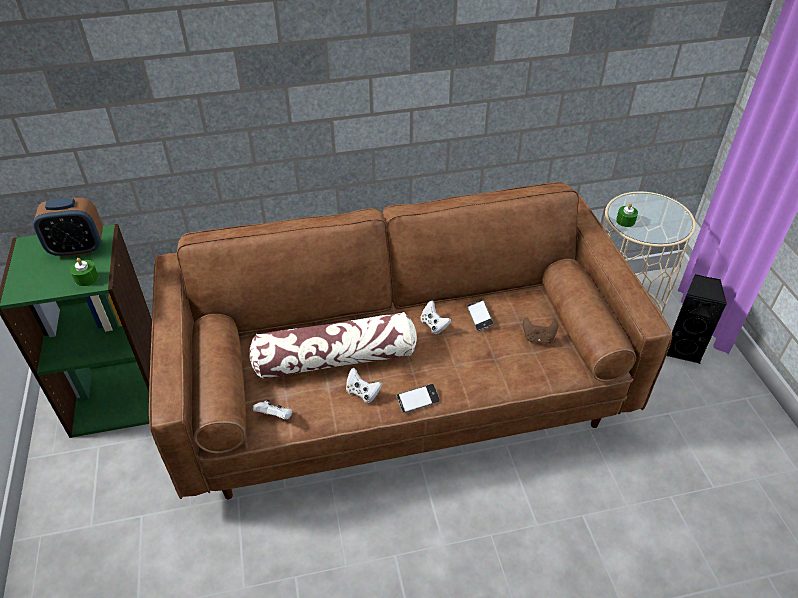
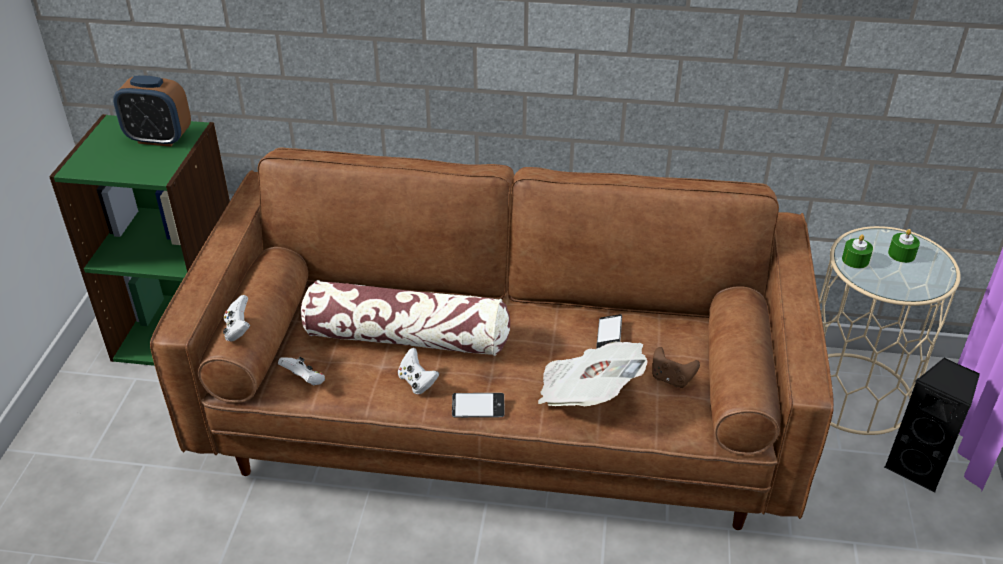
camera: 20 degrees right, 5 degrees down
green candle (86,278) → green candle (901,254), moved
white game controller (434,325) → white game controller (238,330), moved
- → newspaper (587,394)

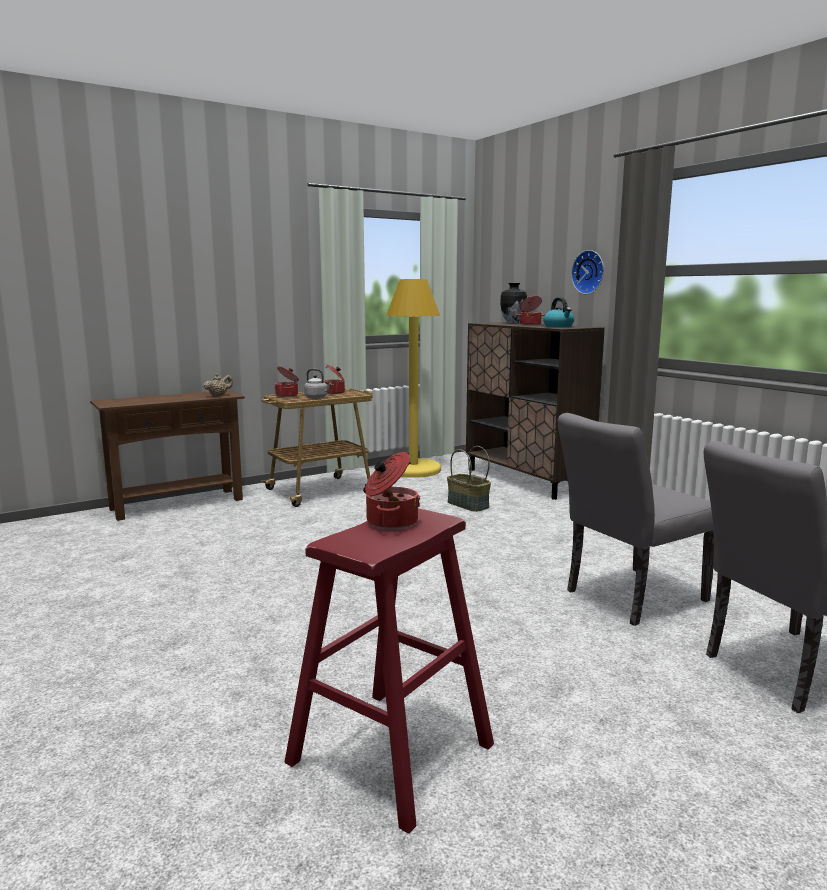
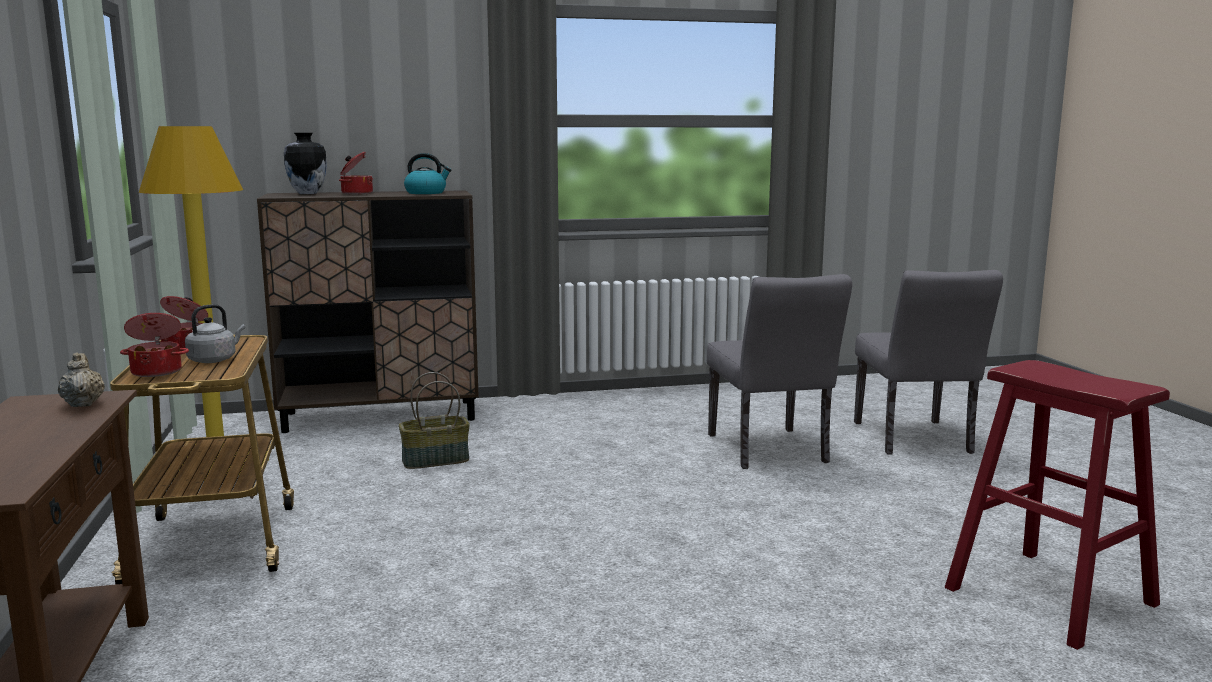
camera: 70 degrees left, 0 degrees up
wall clock (589,272) → -
cooking pot (390,521) → -

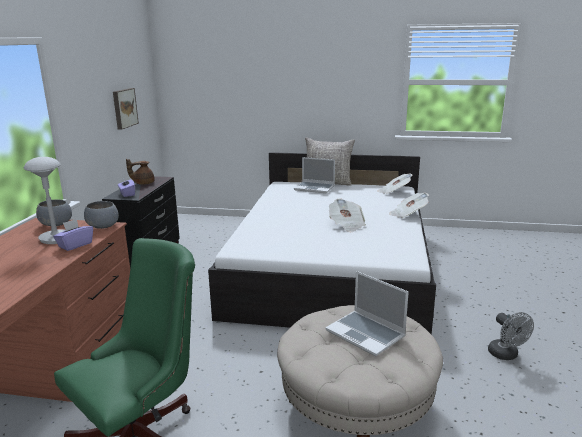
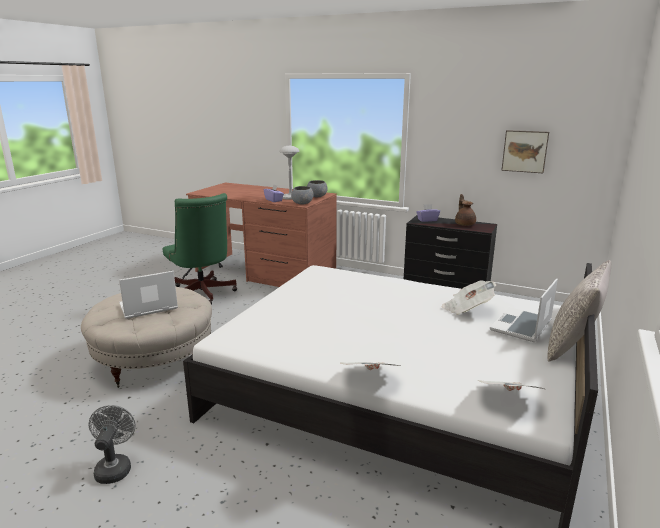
camera: 105 degrees right, 0 degrees up
newspaper (346,225) → newspaper (467,309), moved
grey fan (506,355) → grey fan (114,467), 90 degrees clockwise

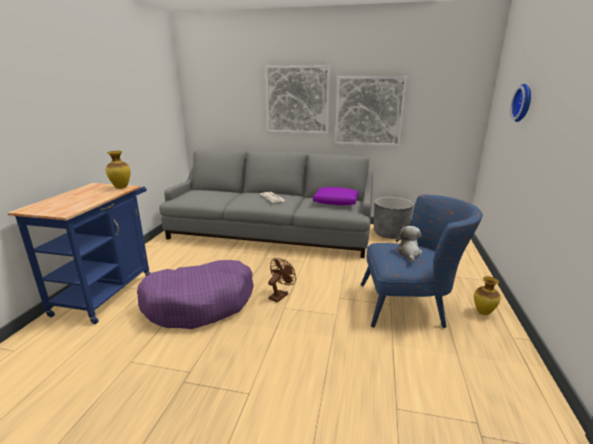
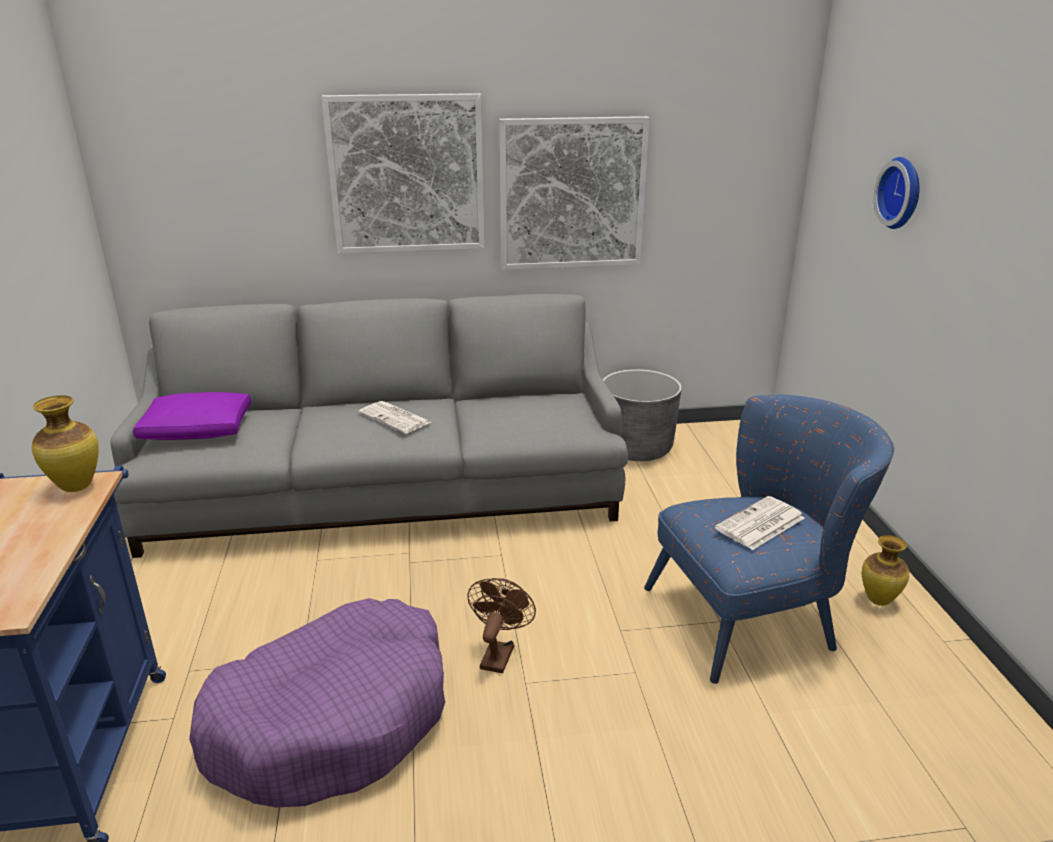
camera: 20 degrees left, 5 degrees up
purple pillow (336,202) → purple pillow (198,430), moved
plush toy (409,253) → newspaper (760,524)

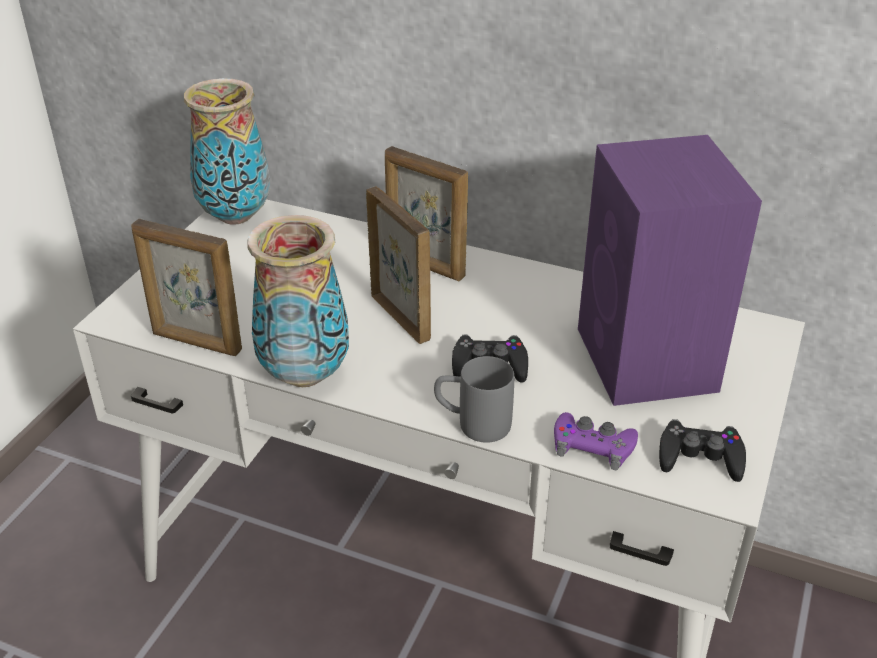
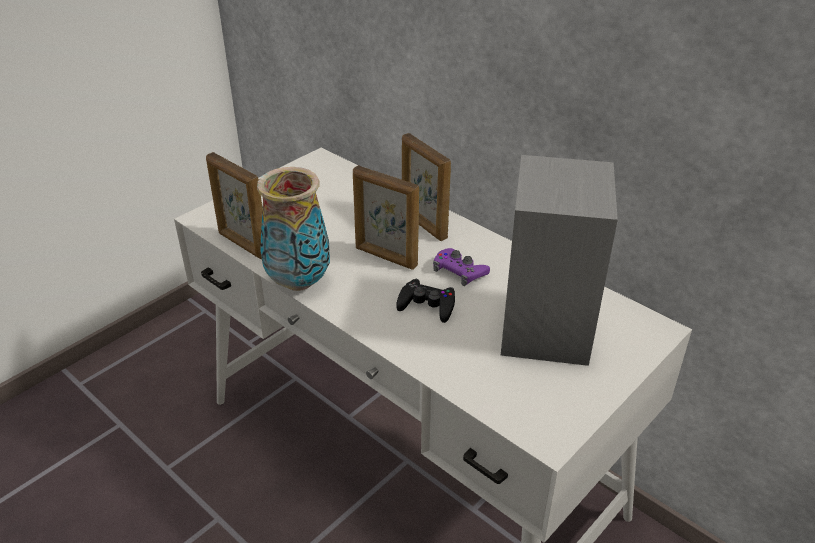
camera: 20 degrees right, 0 degrees up
vase (234,216) → -
purple speaker (647,362) → grey speaker (545,330)
picture frame (401,317) → picture frame (385,257), 135 degrees clockwise
grey mug (472,424) → -
purple game controller (593,446) → purple game controller (459,271), moved
black game controller (700,457) → -

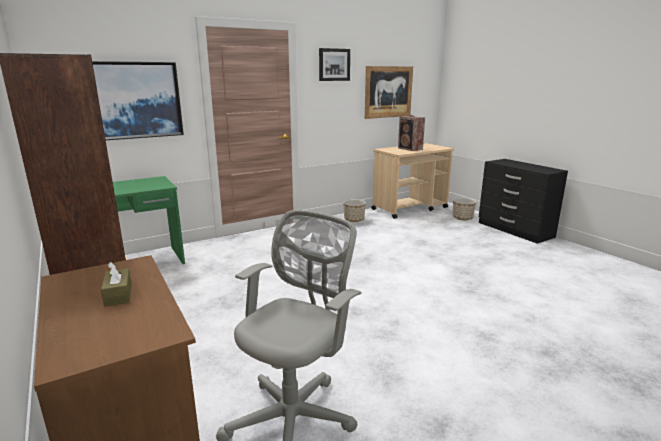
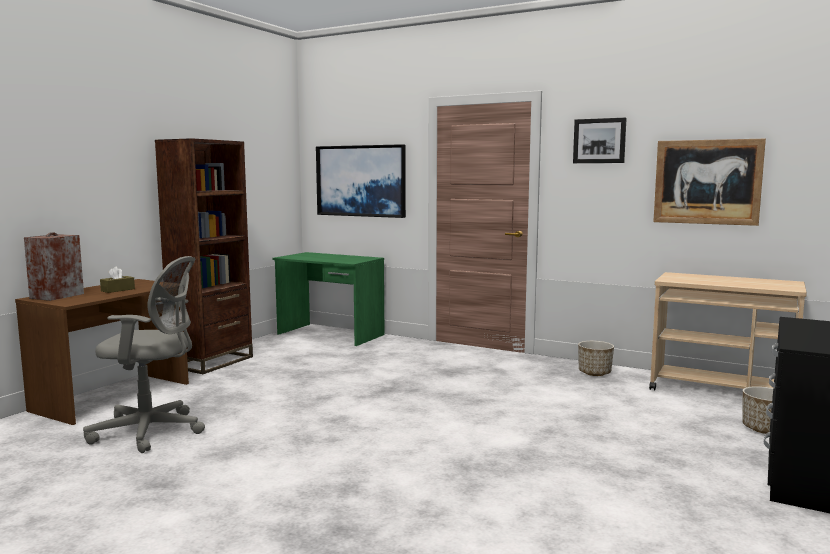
camera: 60 degrees right, 10 degrees down
speaker (410,149) → speaker (55,296), moved

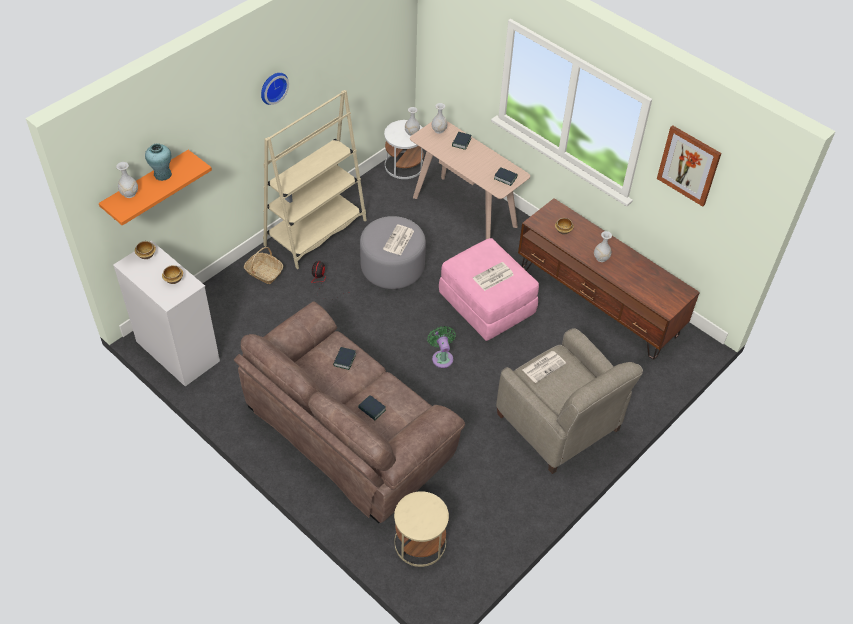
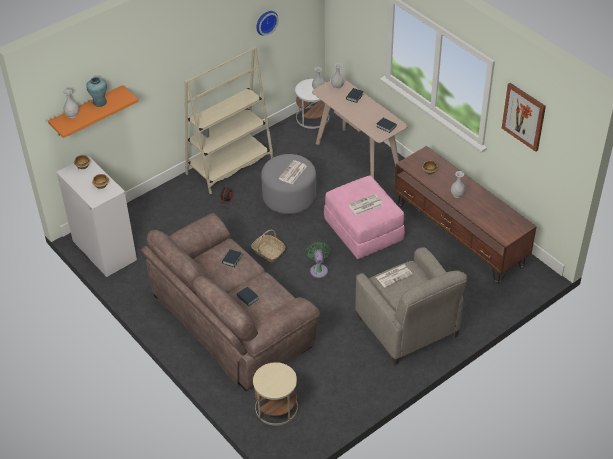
camera: 10 degrees right, 5 degrees down
wall clock (272,87) → wall clock (265,22), moved
basket (264,272) → basket (268,252), moved

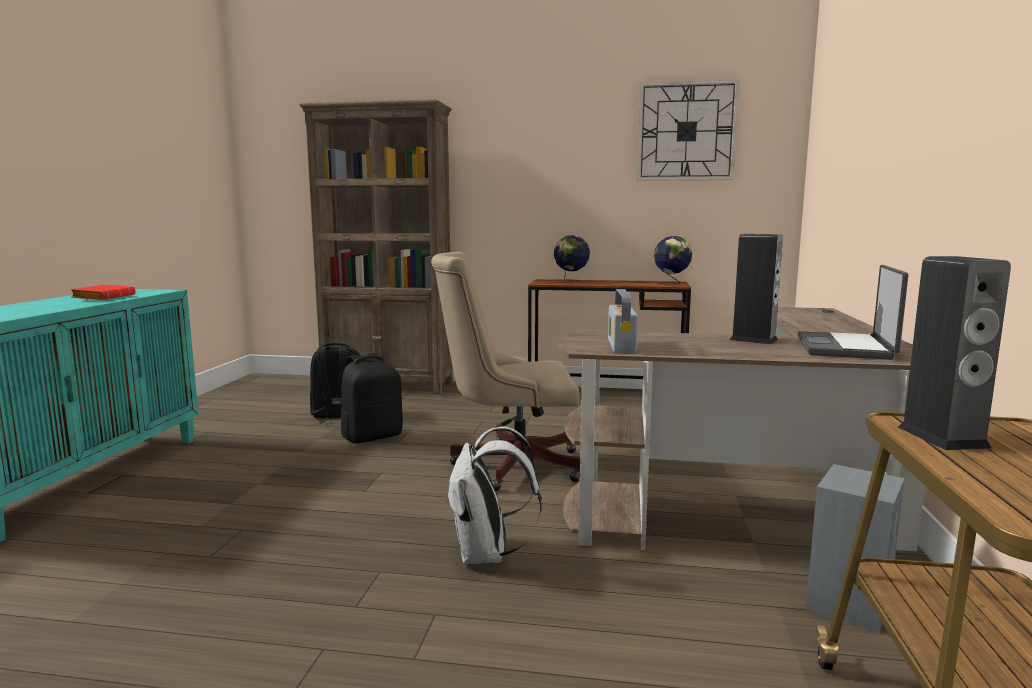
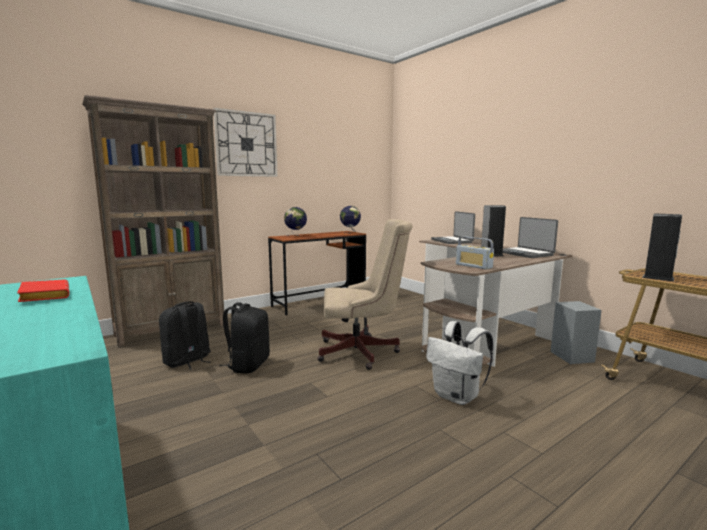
camera: 45 degrees left, 0 degrees up
wall clock (686,131) → wall clock (246,144), moved
beige office chair (509,465) → beige office chair (362,352), 135 degrees counterclockwise
- → laptop (452,241)

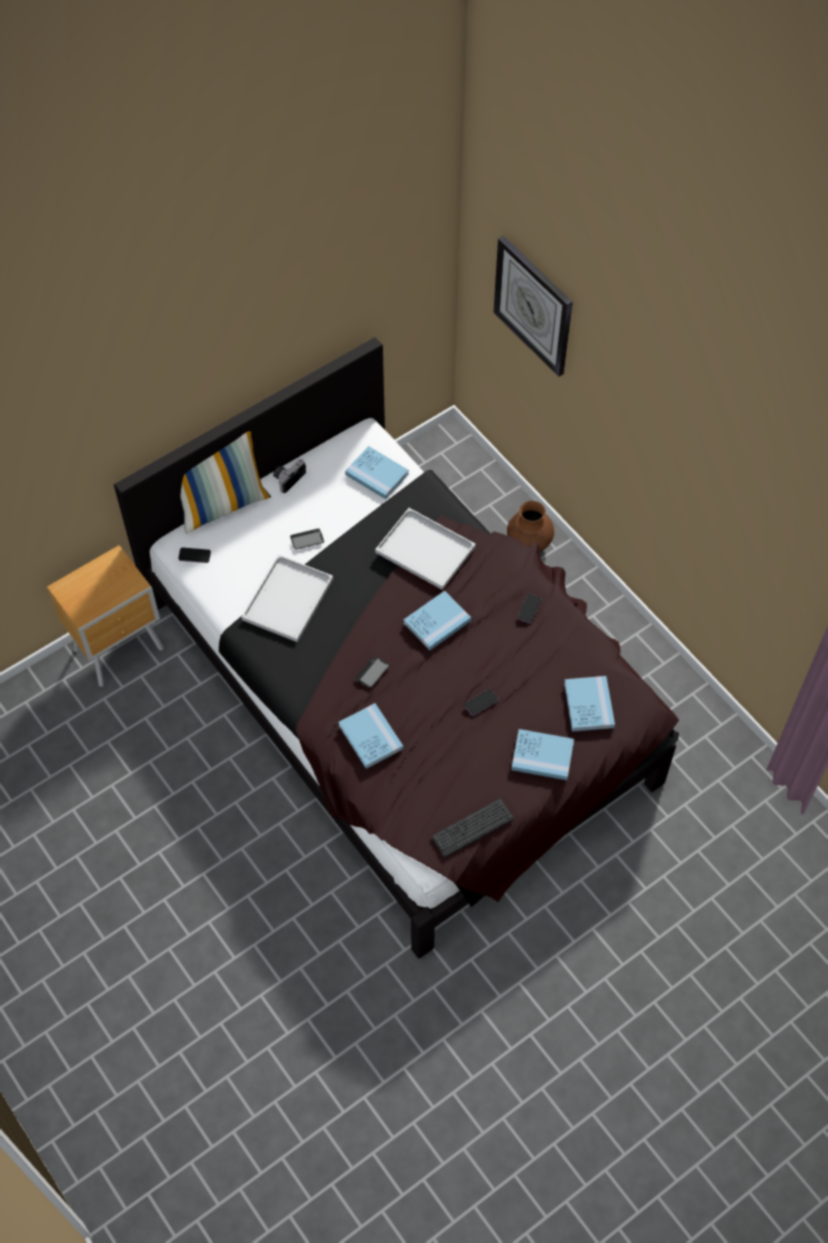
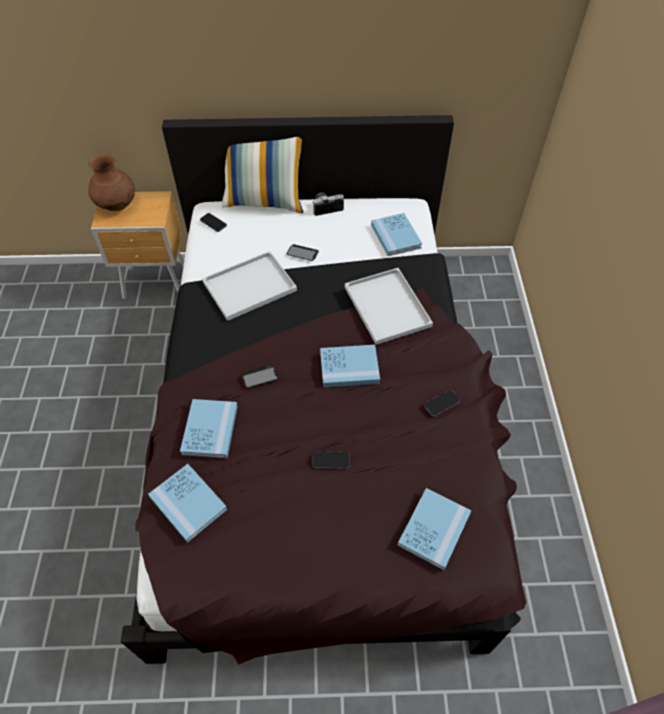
camera: 35 degrees right, 5 degrees down
wall clock (534,305) → -
brown vase (529,543) → brown vase (117,206), moved
blue book (542,756) → blue book (188,503), moved
keyboard (472,828) → -

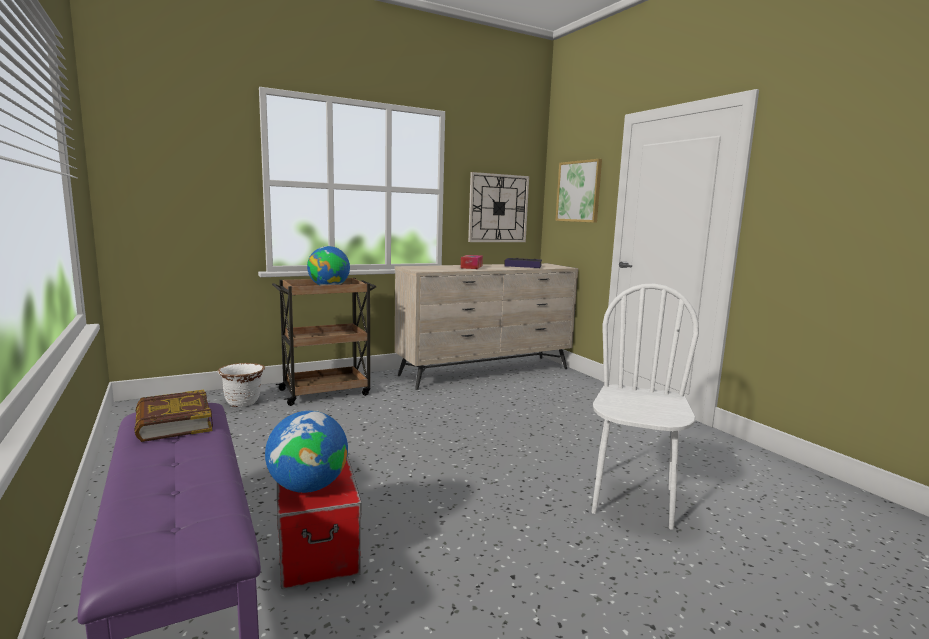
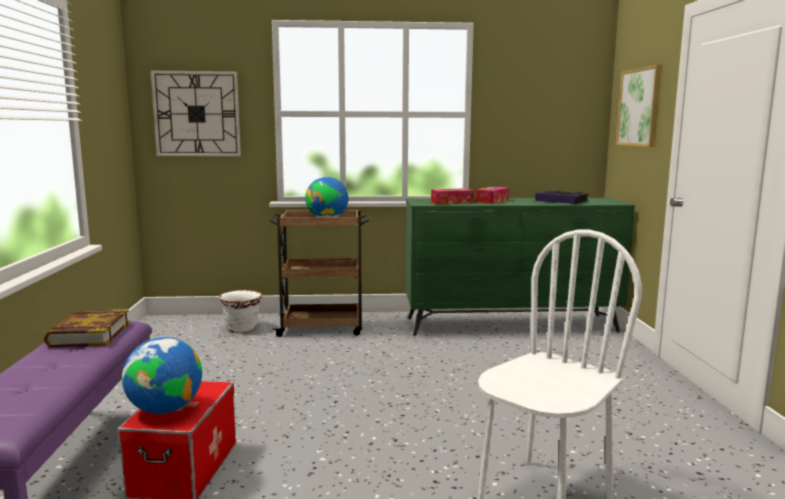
camera: 25 degrees right, 0 degrees up
wall clock (498,208) → wall clock (197,114), moved
beige dresser (486,372) → green dresser (511,325)
- → tissue box (451,202)

